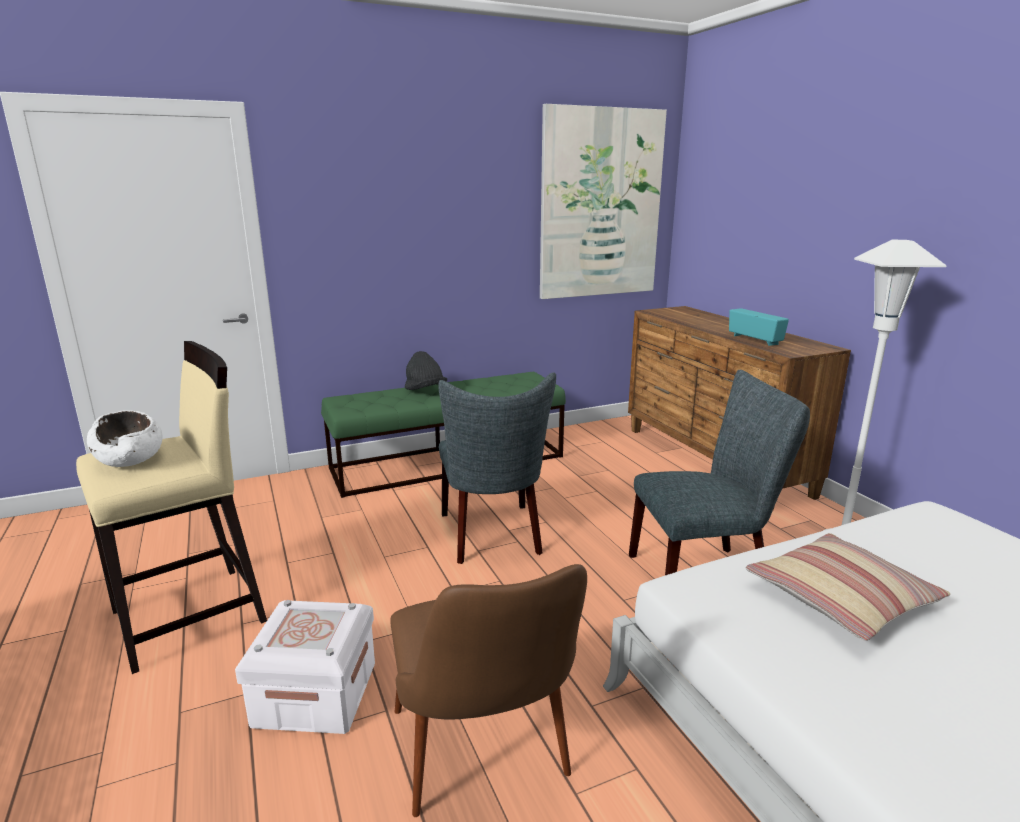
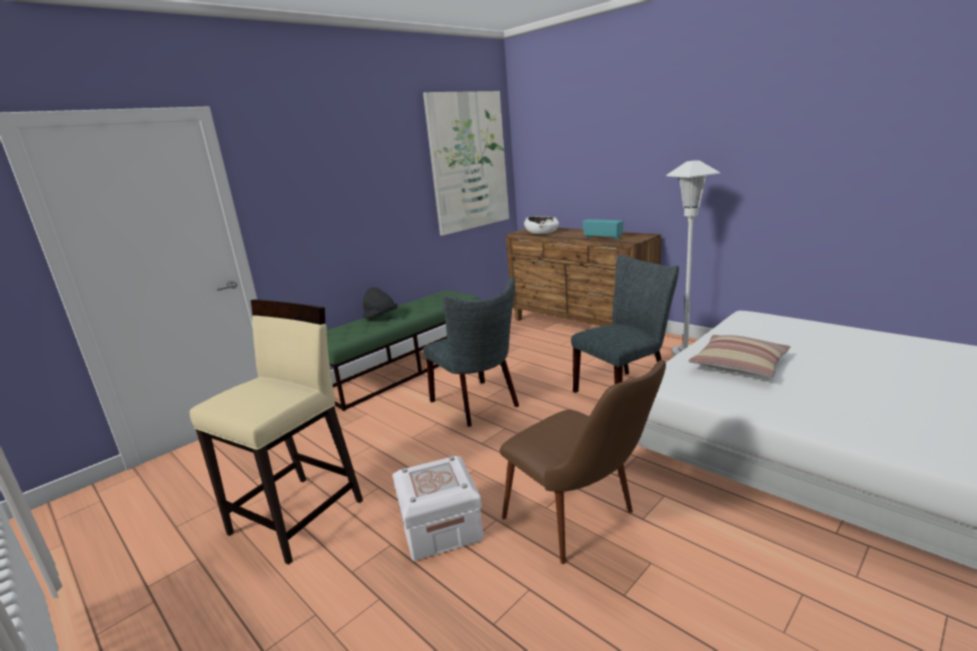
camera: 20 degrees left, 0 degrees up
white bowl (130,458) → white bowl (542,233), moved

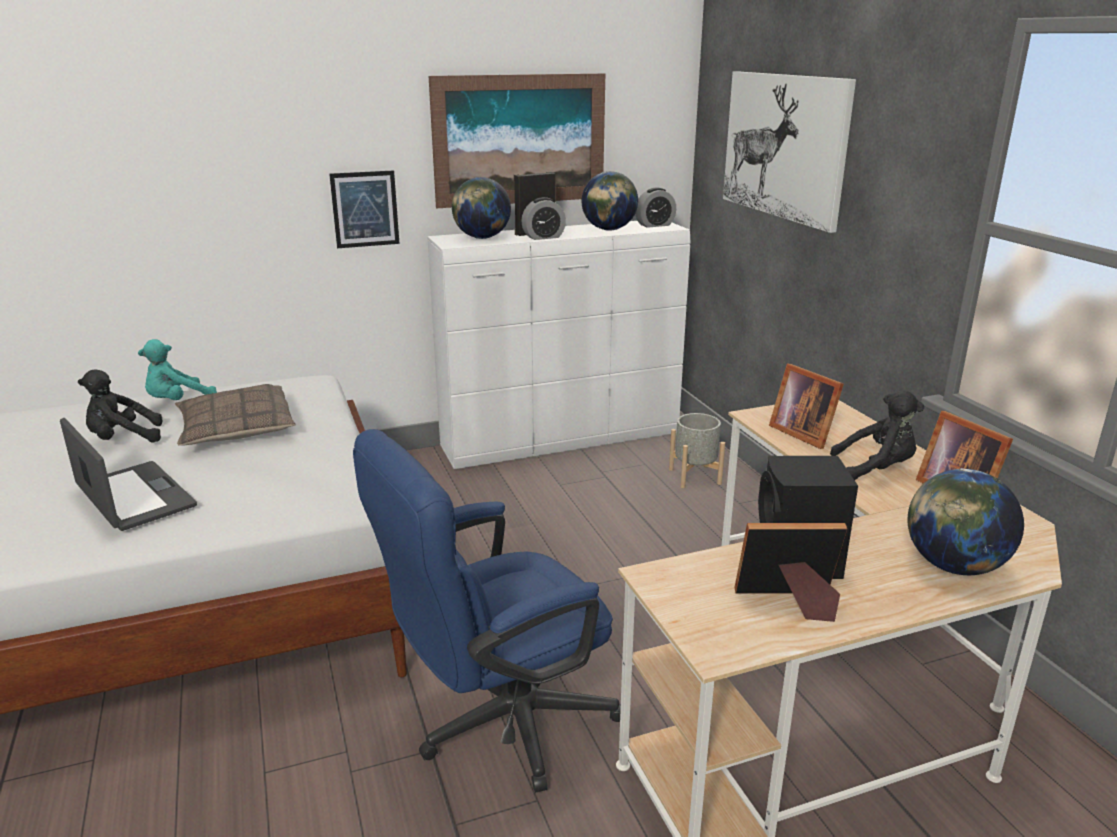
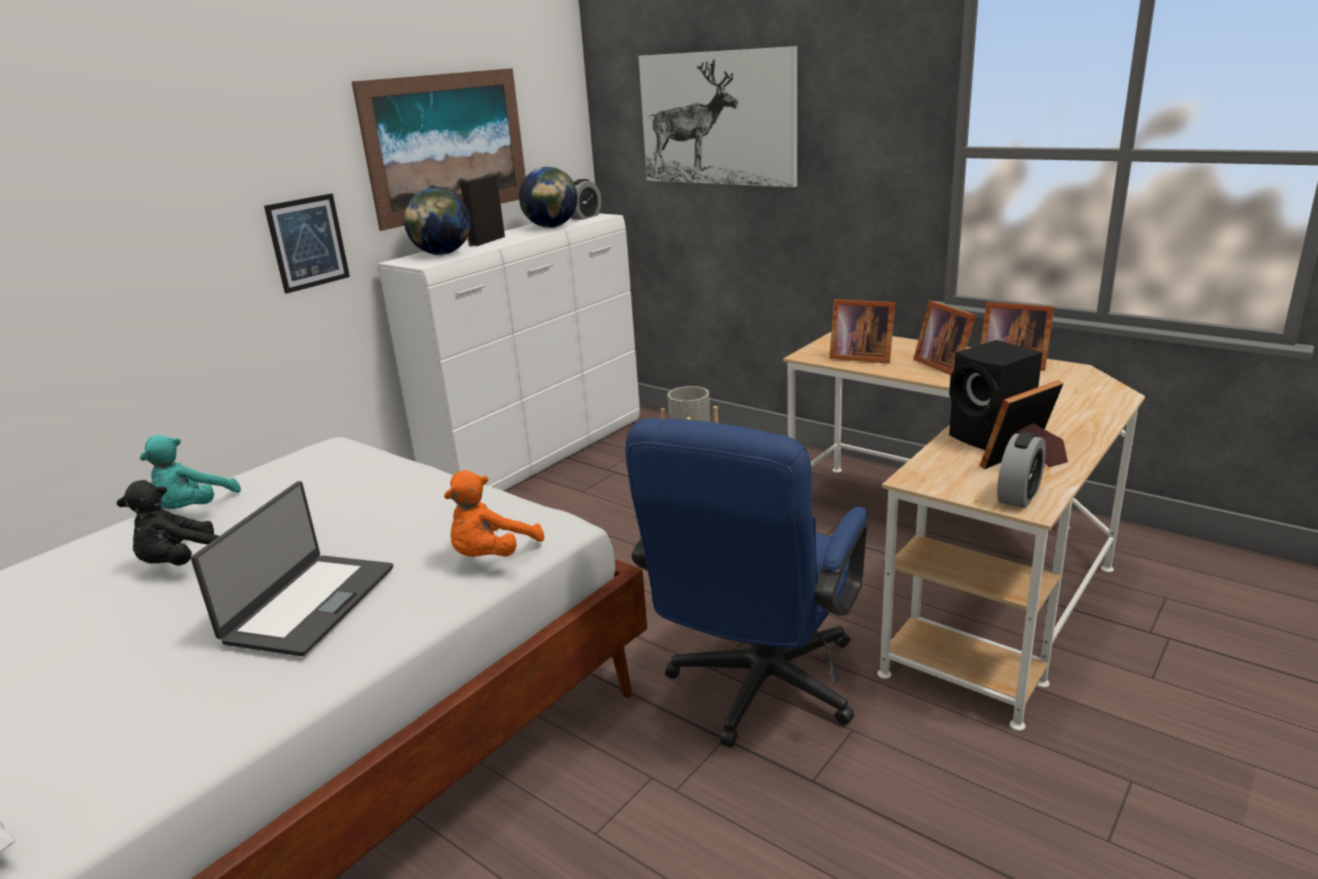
camera: 30 degrees left, 0 degrees up
alarm clock (543,237) → alarm clock (1018,496), moved
pillow (236,428) → -
black plush toy (876,469) → picture frame (943,365)
laptop (133,497) → laptop (308,604), 90 degrees clockwise
globe (953,567) → -
- → orange plush toy (492,556)

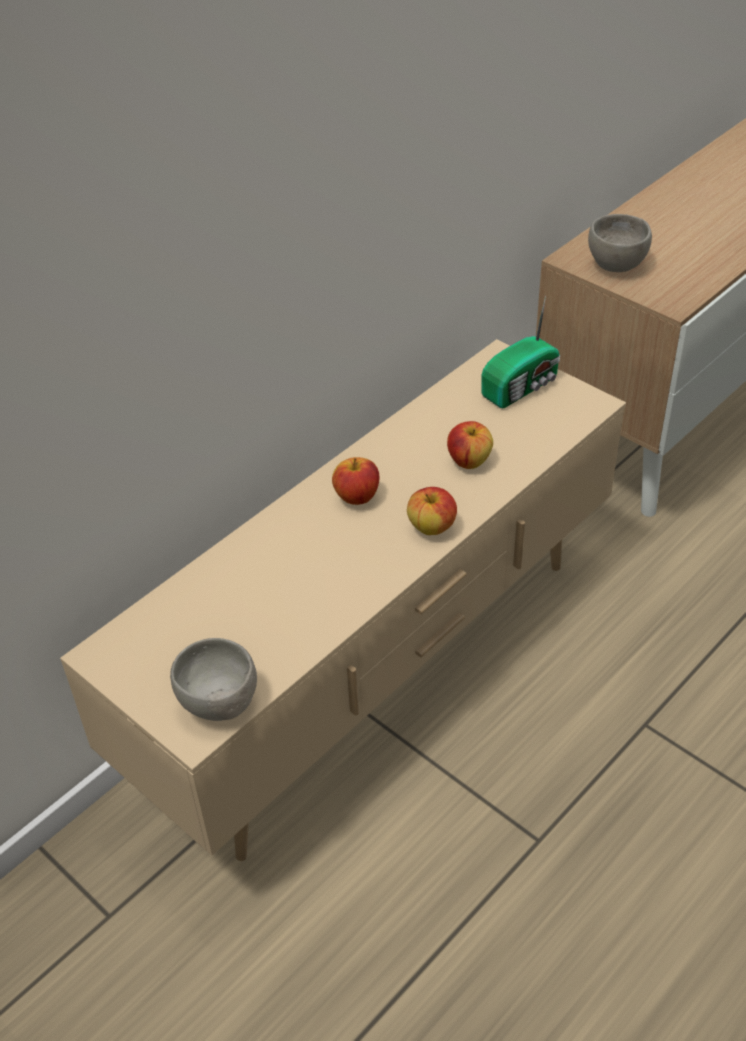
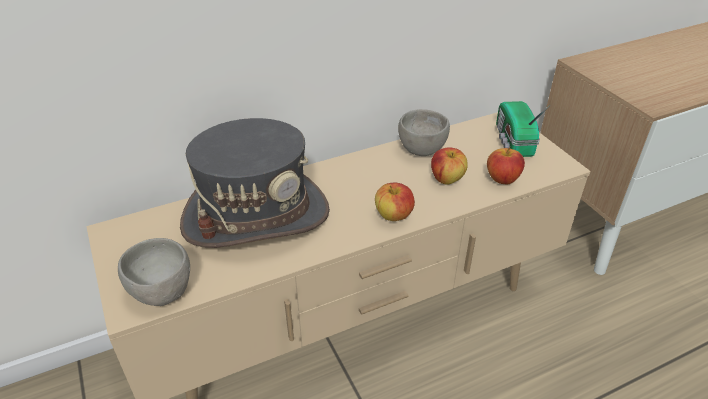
camera: 20 degrees right, 5 degrees down
grey bowl (617,264) → grey bowl (423,149), moved
radio (522,386) → radio (513,142), 105 degrees clockwise
apple (357,497) → apple (502,179), moved
- → grey hat (256,216)

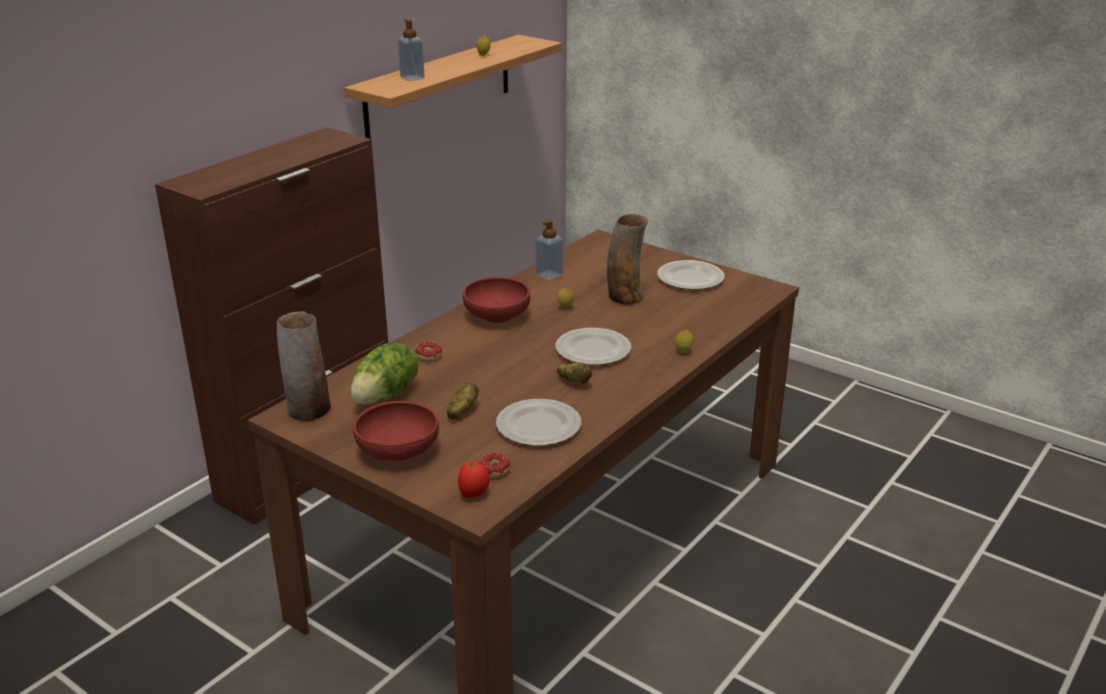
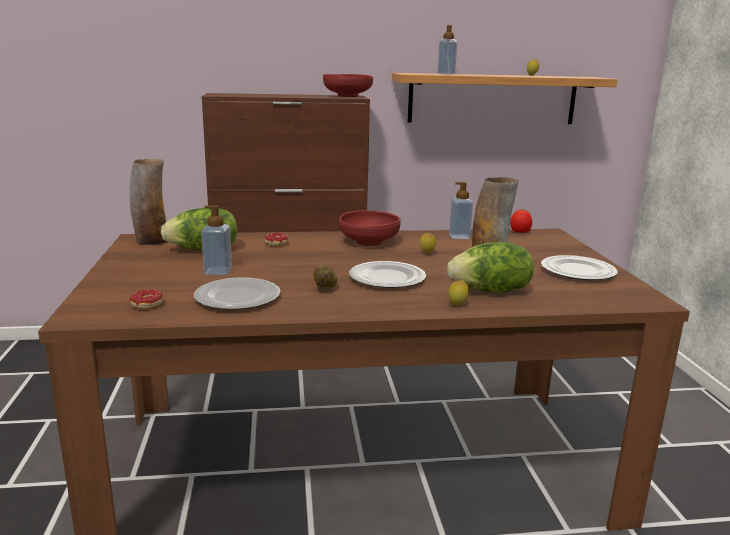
camera: 45 degrees right, 10 degrees down
potato (462,411) → soap dispenser (218,272)
red bowl (397,451) → red bowl (347,96), moved
tomato (474,494) → tomato (520,232), moved
- → lettuce (491,291)

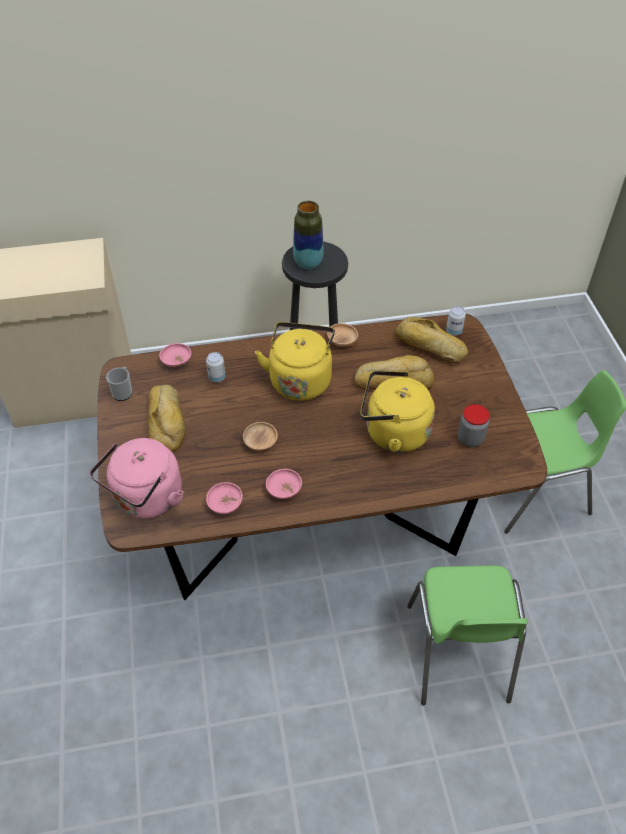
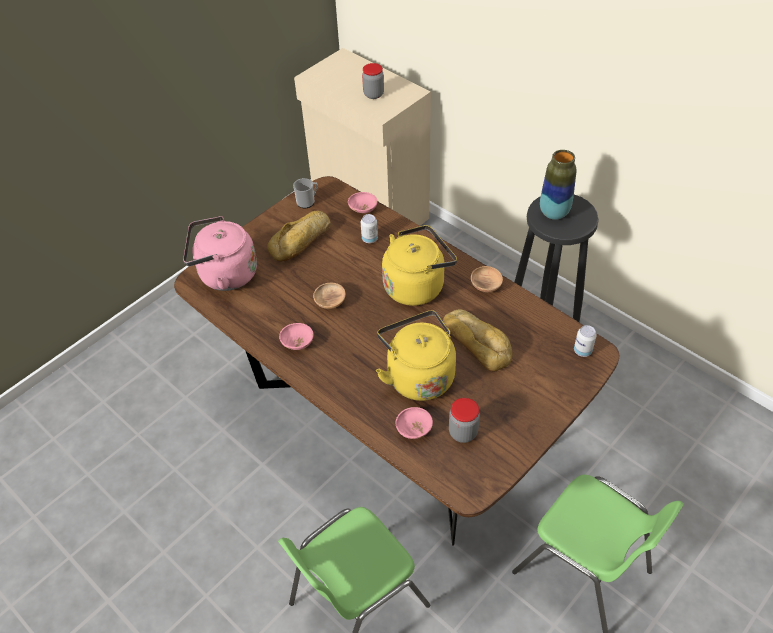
camera: 55 degrees right, 0 degrees up
bread (429,346) → -
pink bowl (225,504) → pink bowl (414,429), moved
- → jar (373,94)

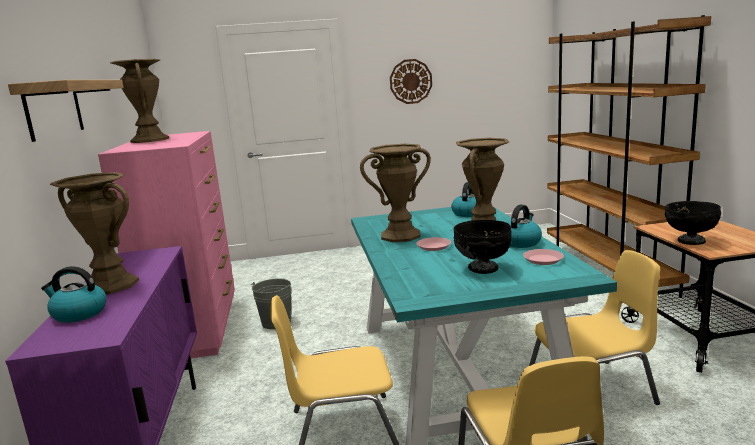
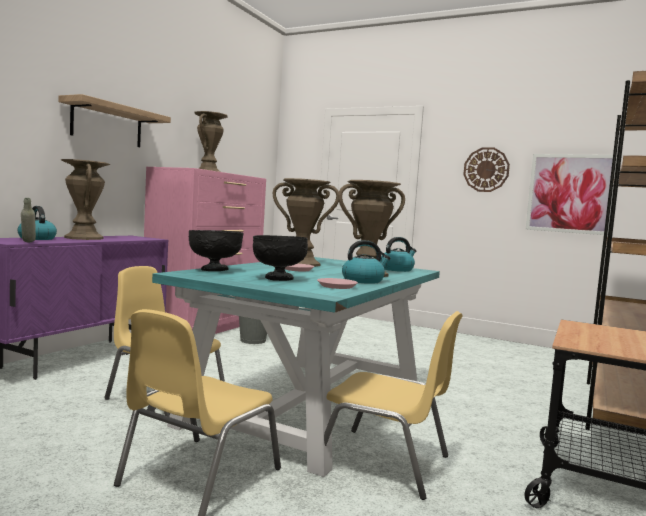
camera: 35 degrees right, 10 degrees down
black bowl (690,241) → black bowl (214,270), moved
- → picture (570,193)
- → grey bottle (28,242)

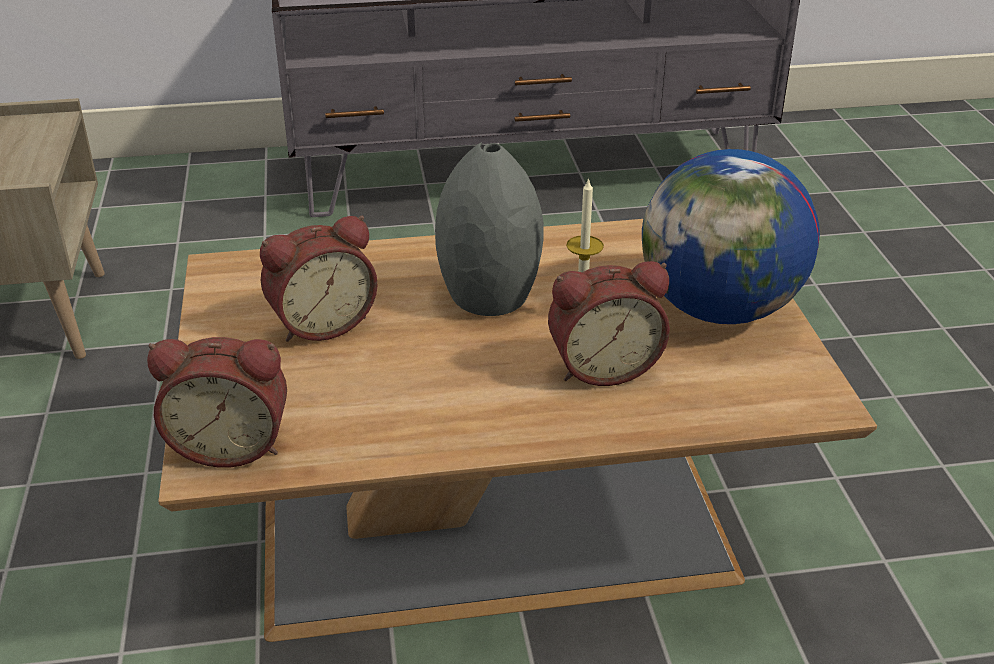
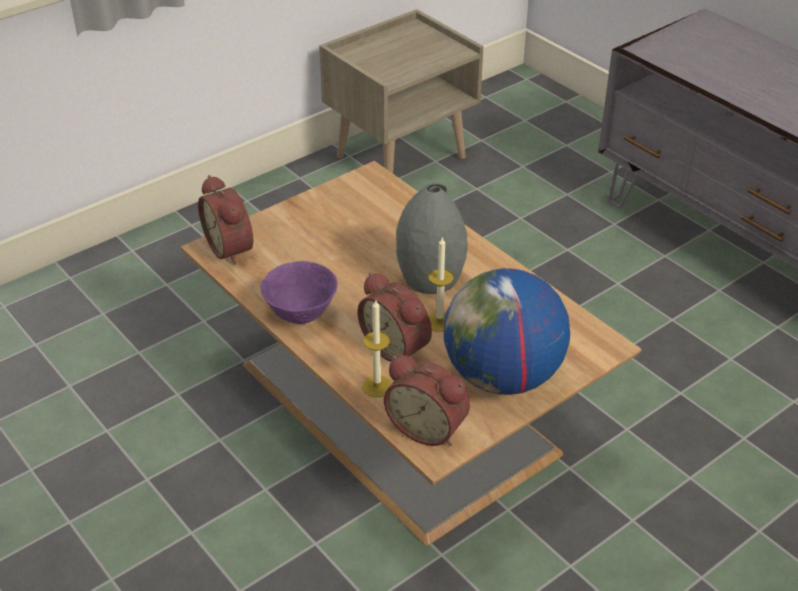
camera: 60 degrees right, 5 degrees up
alarm clock (321,323) → alarm clock (428,427), moved
- → purple bowl (301,314)
- → candle (377,386)

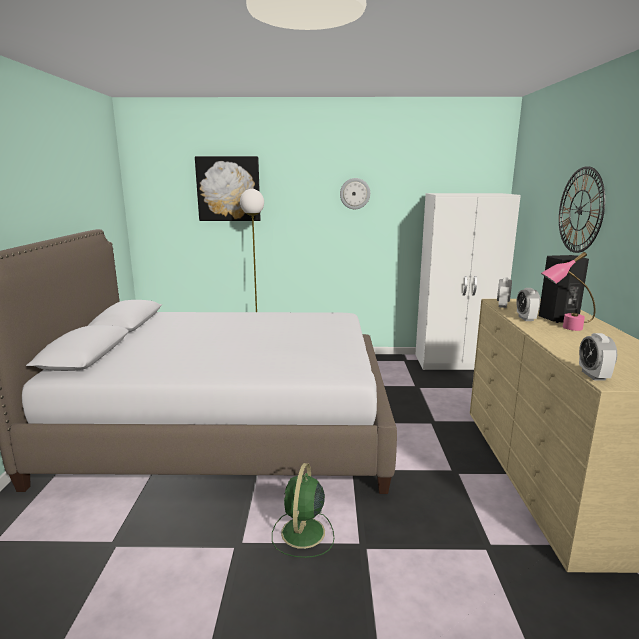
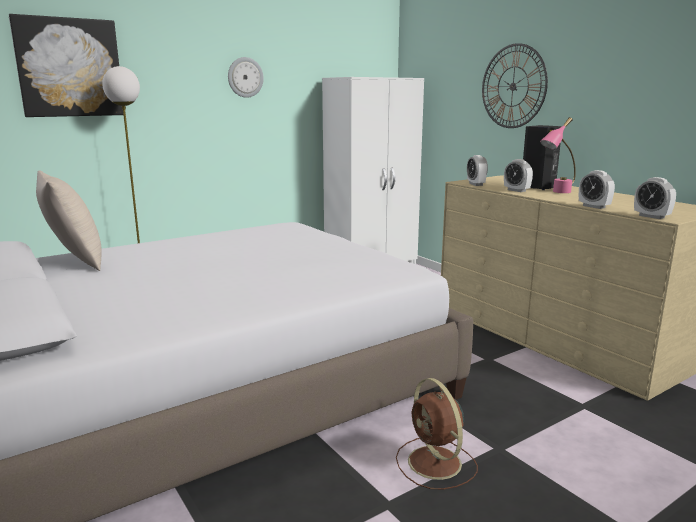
camera: 35 degrees left, 0 degrees up
green fan (302,534) → brown fan (436,464)
- → beige pillow (75,261)
- → alarm clock (594,206)

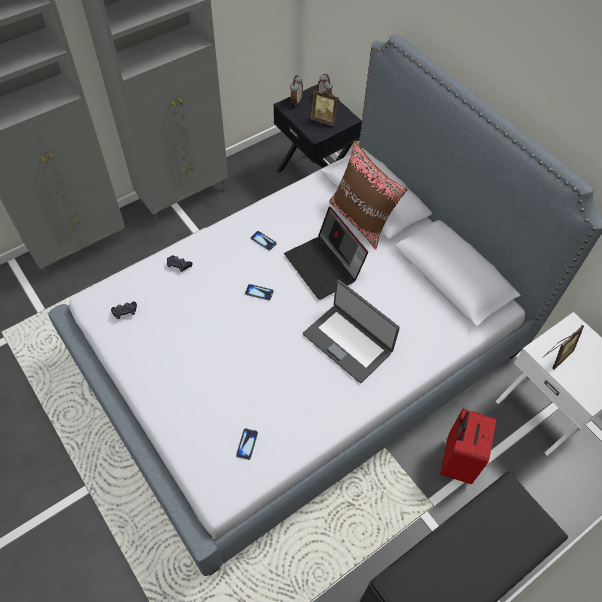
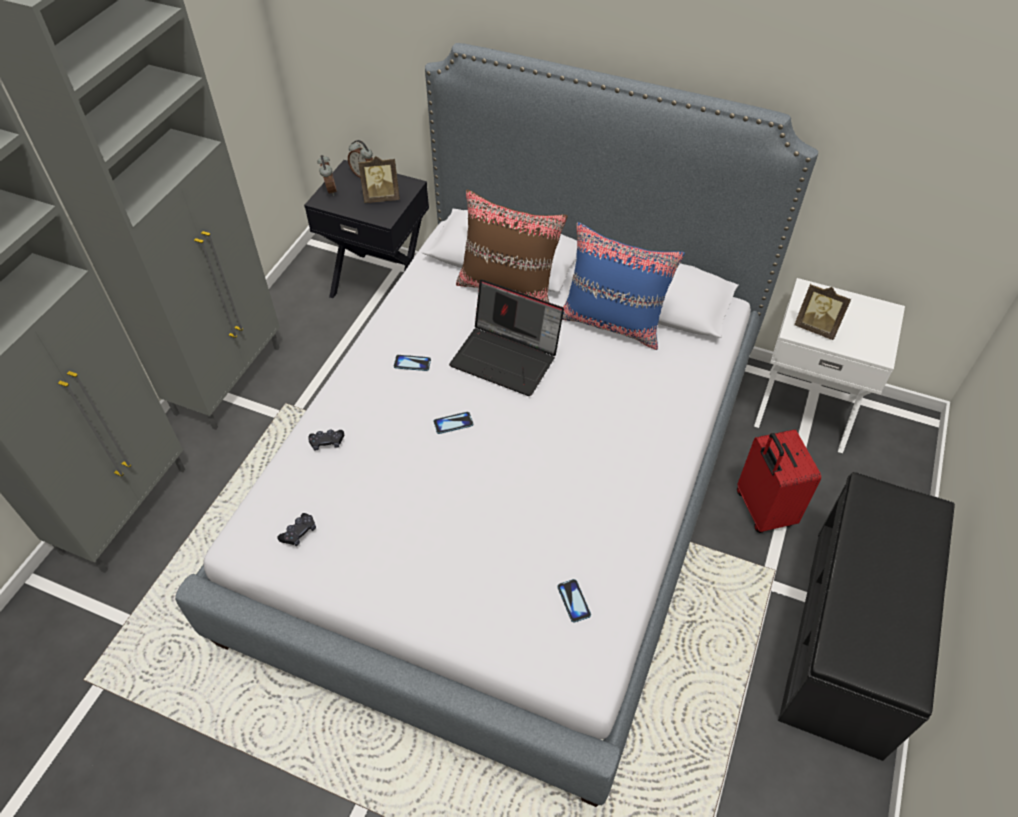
camera: 30 degrees left, 5 degrees down
laptop (348,342) → -
picture frame (556,355) → picture frame (816,328), 105 degrees clockwise
- → blue pillow (613,323)

